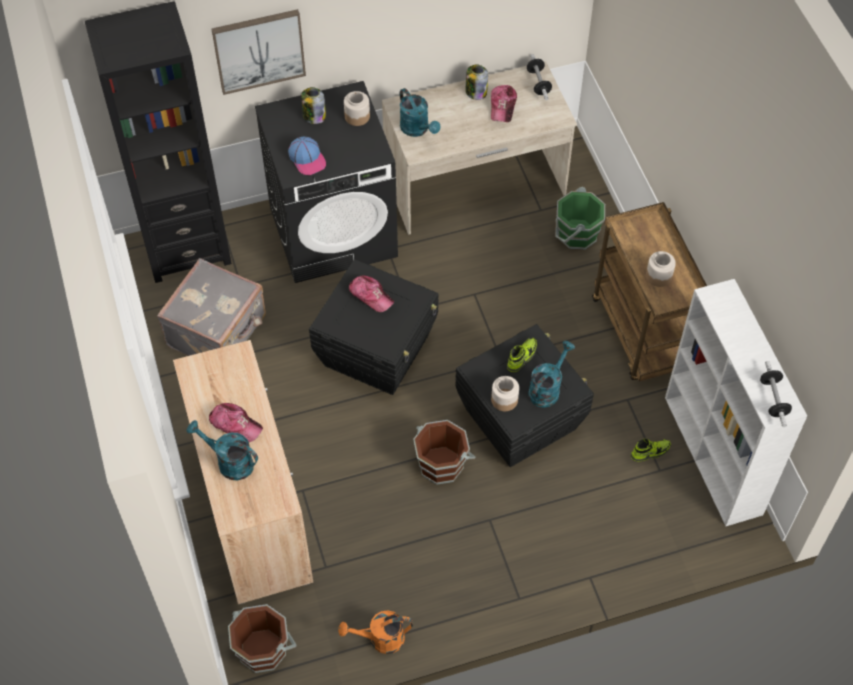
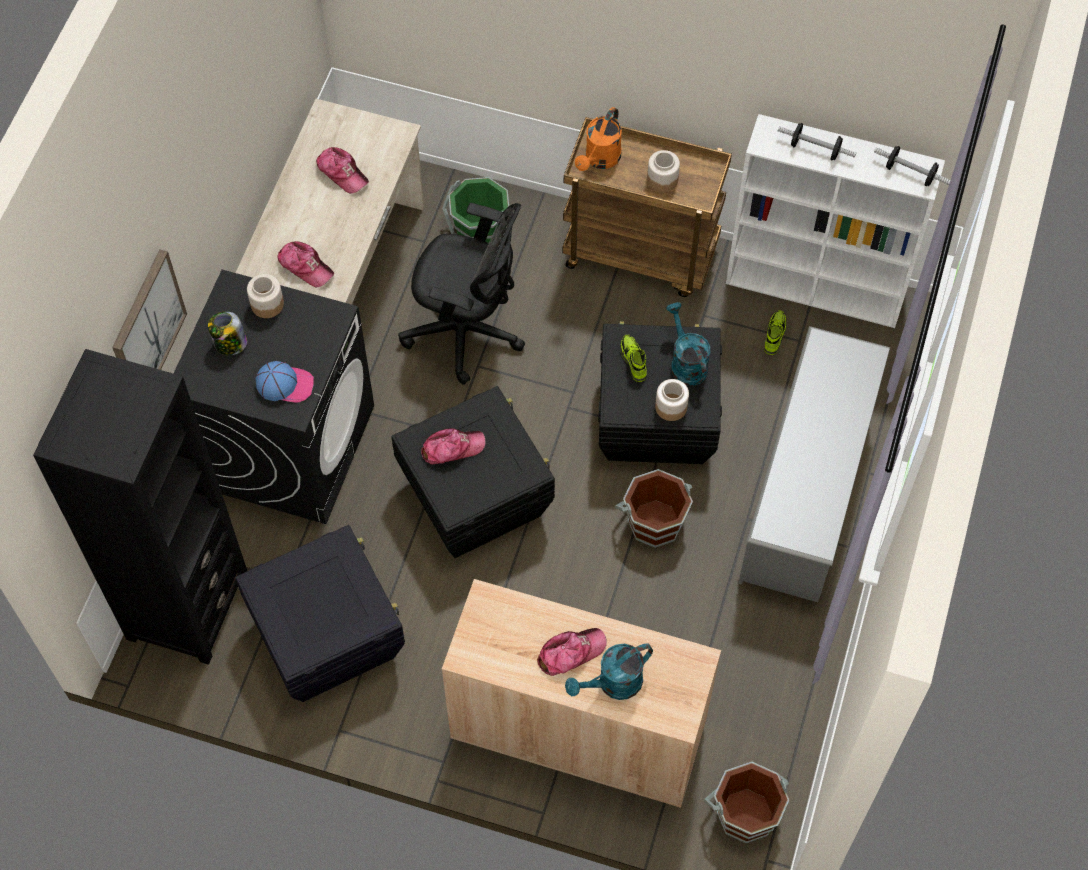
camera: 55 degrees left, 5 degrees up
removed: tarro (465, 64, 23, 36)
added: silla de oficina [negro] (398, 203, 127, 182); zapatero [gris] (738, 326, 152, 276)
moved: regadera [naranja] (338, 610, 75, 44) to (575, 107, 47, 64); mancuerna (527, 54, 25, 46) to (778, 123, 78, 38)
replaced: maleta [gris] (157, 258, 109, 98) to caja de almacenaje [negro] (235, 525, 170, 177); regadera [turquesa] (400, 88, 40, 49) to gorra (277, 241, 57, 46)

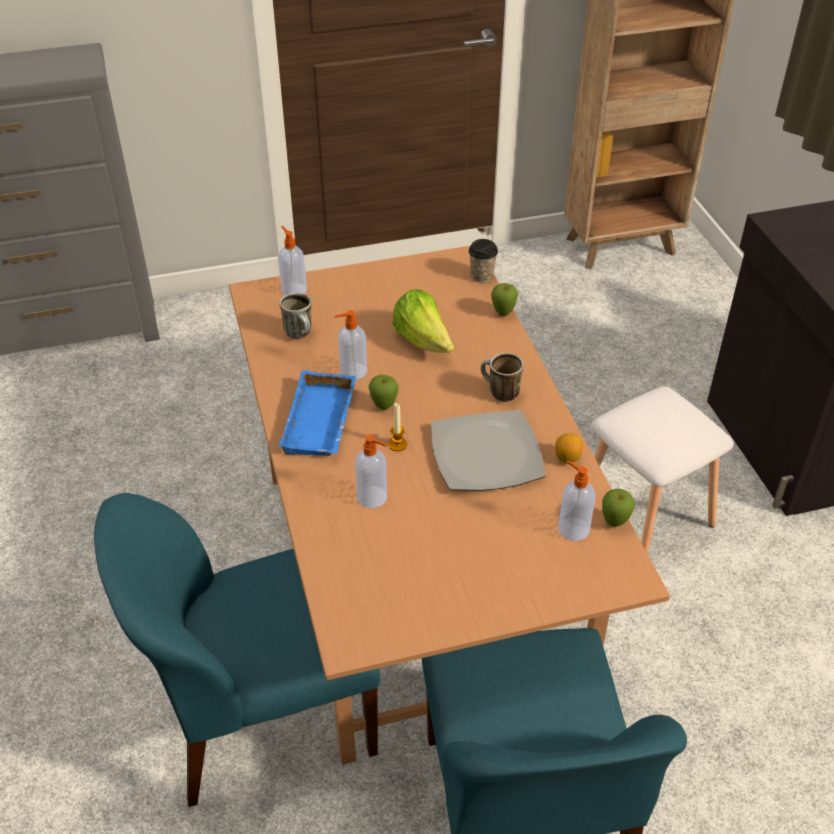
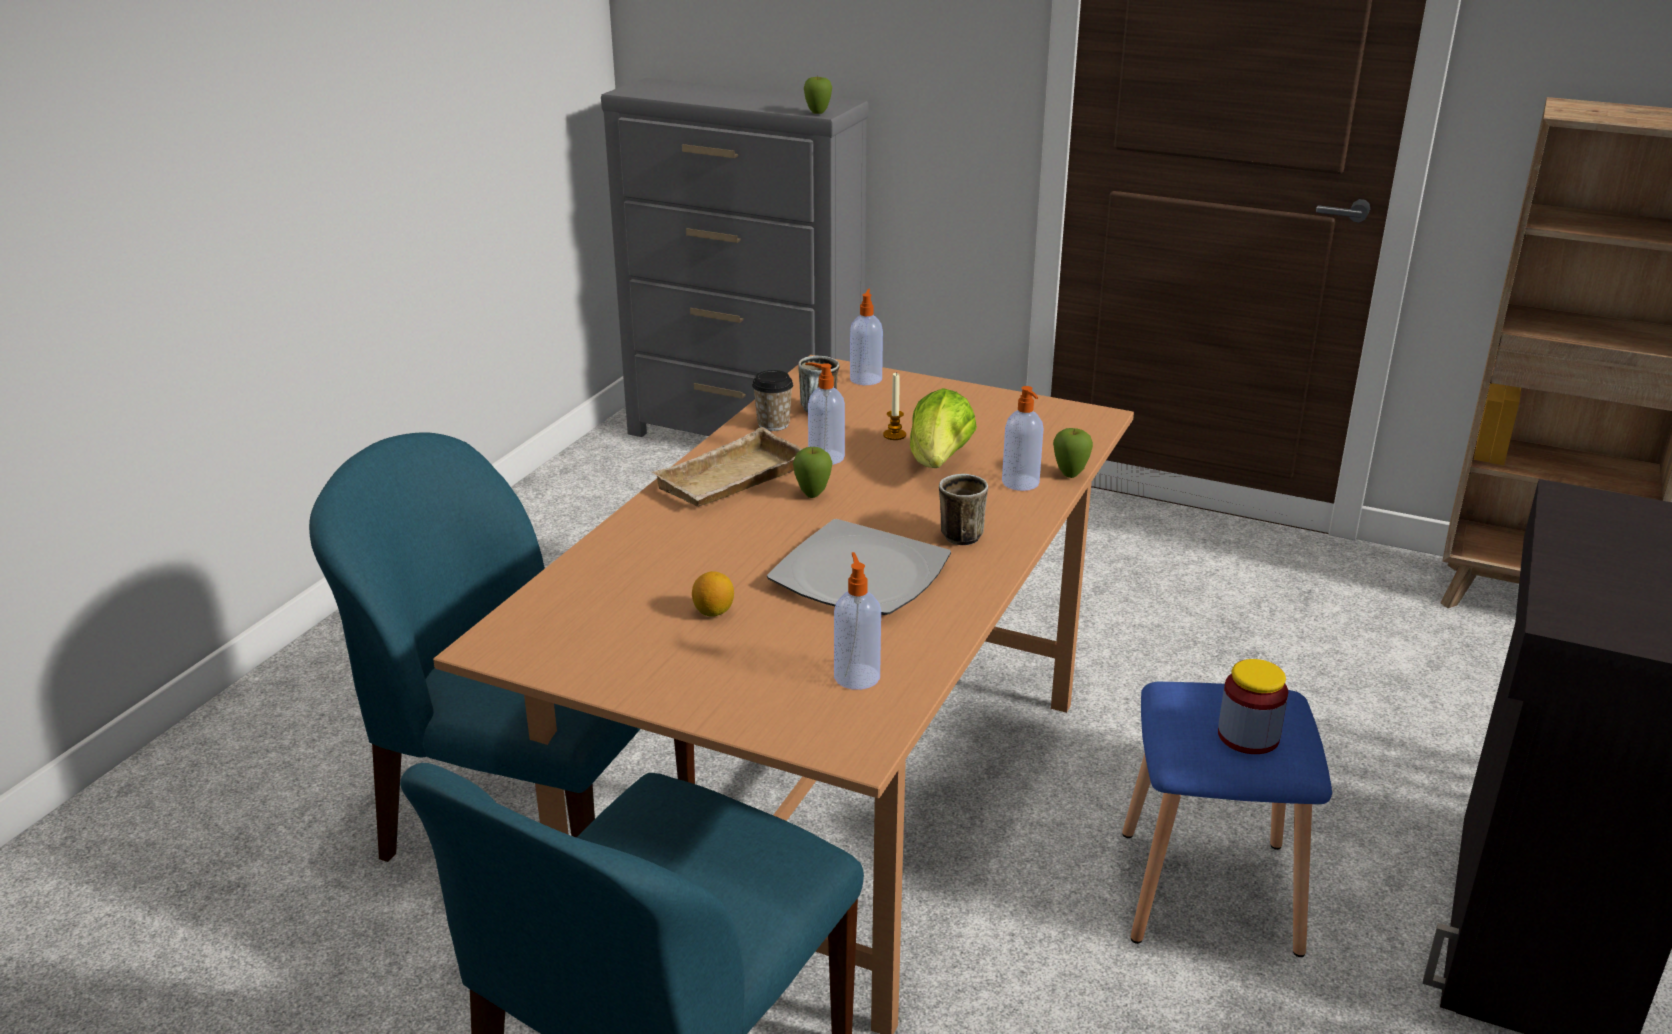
camera: 40 degrees right, 15 degrees down
added: tarro (1218, 659, 70, 95)
moved: limón (555, 433, 28, 30) to (692, 571, 42, 45); taza (469, 239, 29, 44) to (752, 370, 41, 61); manzana (602, 489, 33, 38) to (804, 76, 28, 38); vela (388, 403, 19, 48) to (883, 373, 23, 67); dispensador de jabón (355, 435, 32, 73) to (1002, 386, 42, 105)
recoloured: bandeja [azul] (278, 370, 78, 86) to bandeja [beis] (651, 427, 151, 80); taburete [blanco] (591, 386, 143, 168) to taburete [azul] (1122, 682, 210, 275)

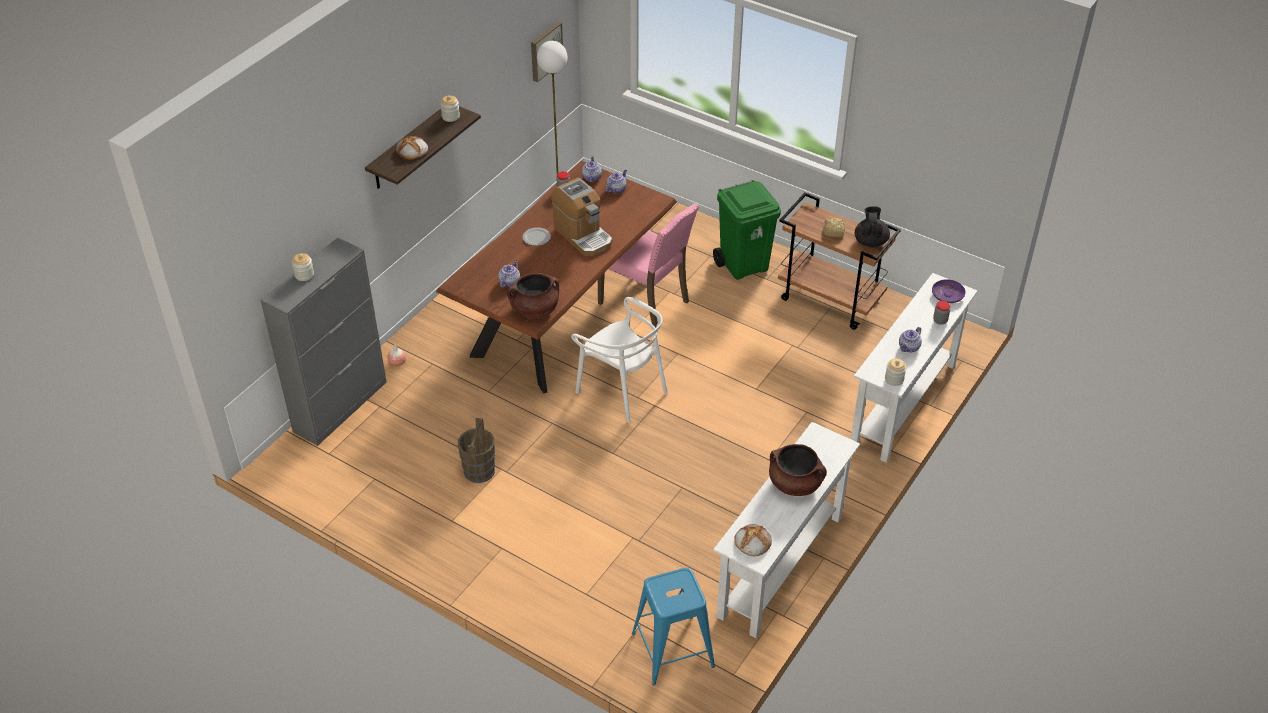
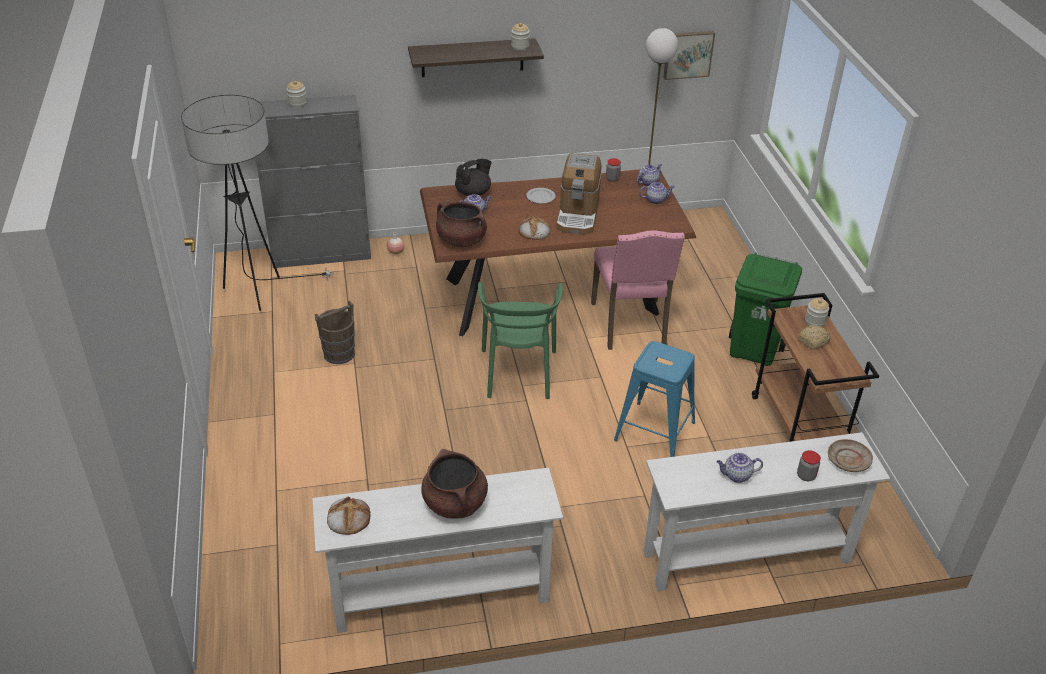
camera: 45 degrees right, 5 degrees down
added: lámpara de pie (181, 95, 153, 216)
moved: tetera [negro] (855, 206, 35, 41) to (455, 159, 37, 37); pan (395, 136, 33, 24) to (519, 216, 31, 24); taburete [azul] (632, 568, 83, 117) to (614, 341, 81, 116); tarro (885, 358, 21, 28) to (805, 298, 24, 29)
recoloured: silla [blanco] (571, 297, 97, 126) to silla [verde] (478, 282, 85, 117); plato [morado] (932, 279, 33, 24) to plato [beis] (828, 439, 45, 33)

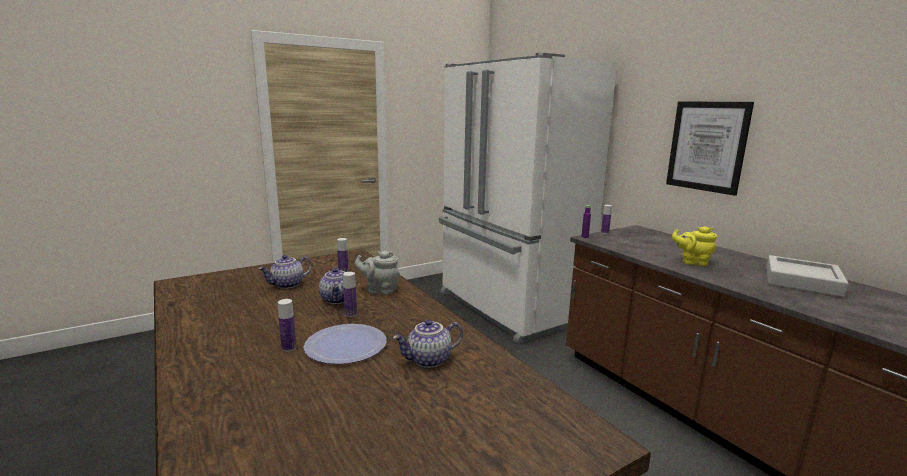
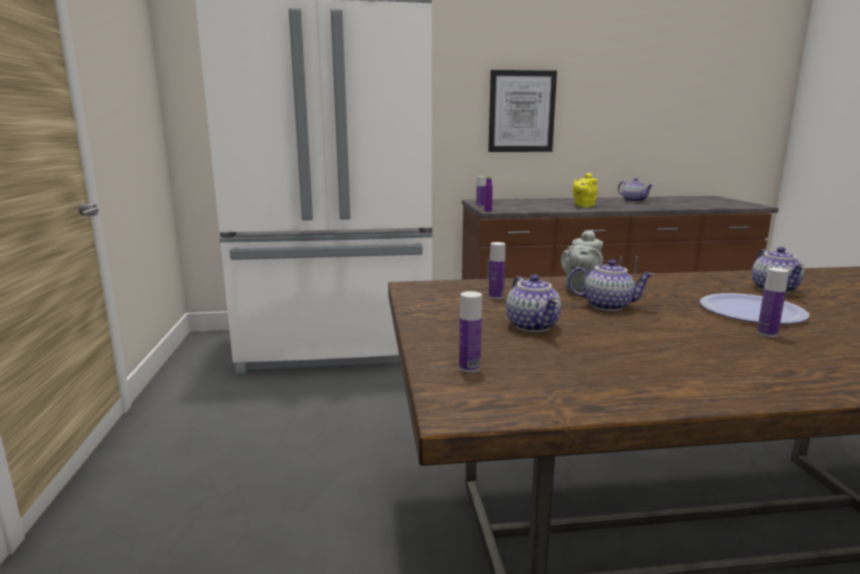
camera: 65 degrees left, 0 degrees up
moved: botella (343, 272, 14, 45) to (459, 291, 23, 82)
replaced: bandeja [gris] (766, 255, 83, 42) to tetera (618, 178, 35, 24)

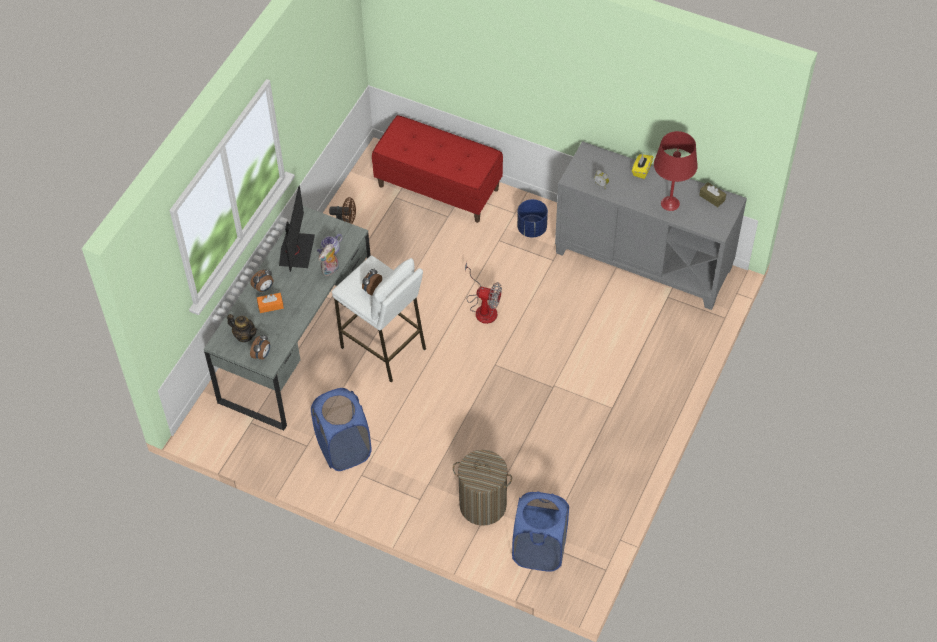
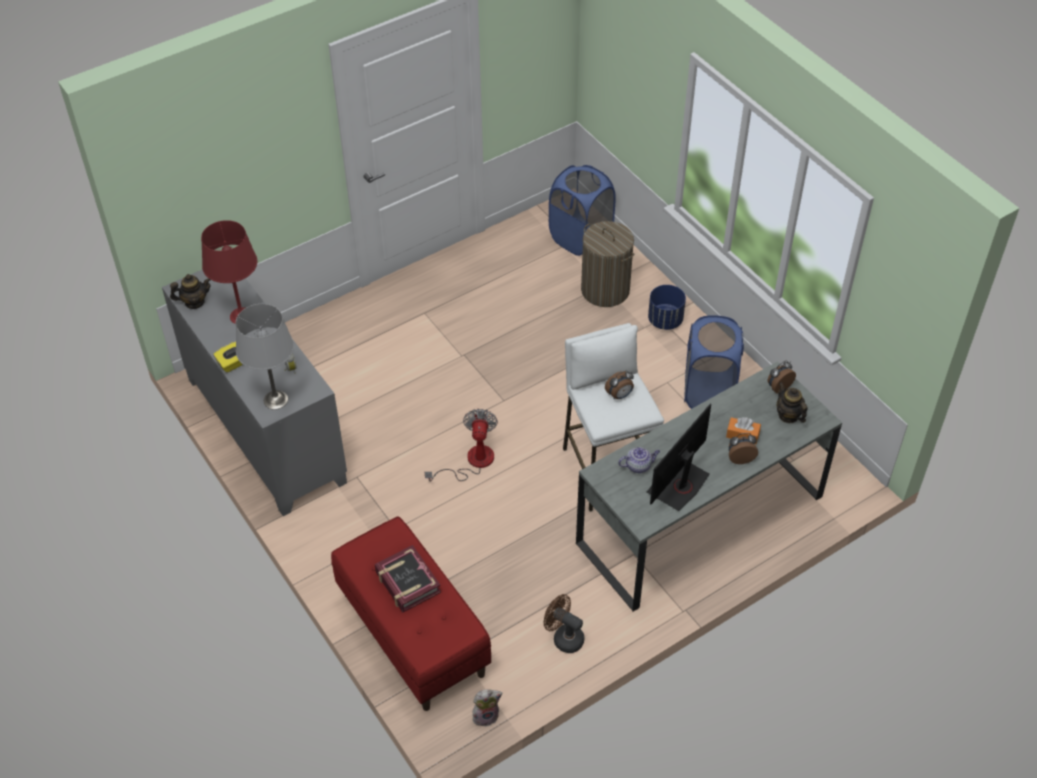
camera: 150 degrees left, 5 degrees down
added: lámpara de mesa [gris] (236, 304, 58, 106); libro (375, 545, 66, 68)
moved: peluche (318, 244, 21, 32) to (473, 689, 30, 38); maceta [azul] (517, 199, 31, 39) to (648, 285, 38, 45)
replaced: caja de pañuelos [marrón] (699, 182, 27, 25) to tetera (170, 274, 41, 35)
turned: ventilador (465, 262, 37, 62) = (425, 409, 73, 73) 45 degrees clockwise

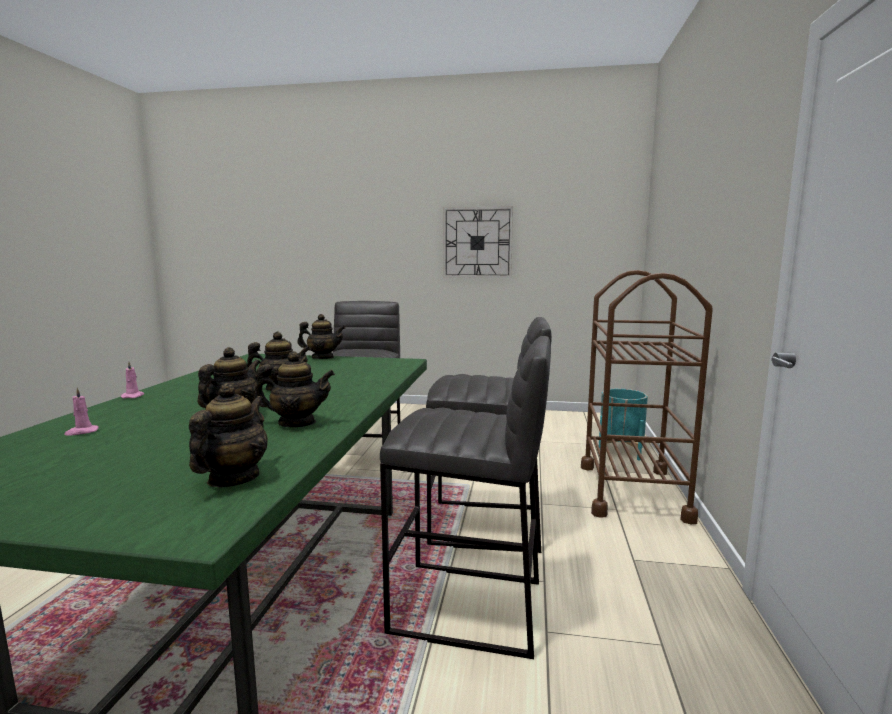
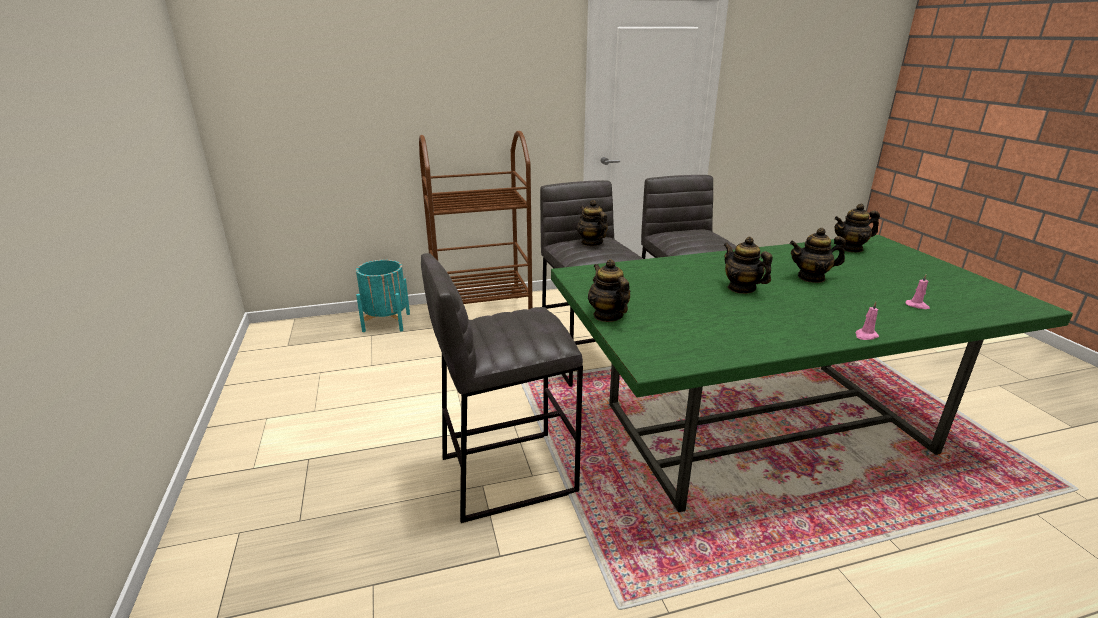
camera: 115 degrees left, 15 degrees up
removed: reloj de pared (443, 206, 70, 72)
moved: tetera (254, 351, 81, 76) to (577, 200, 31, 46)

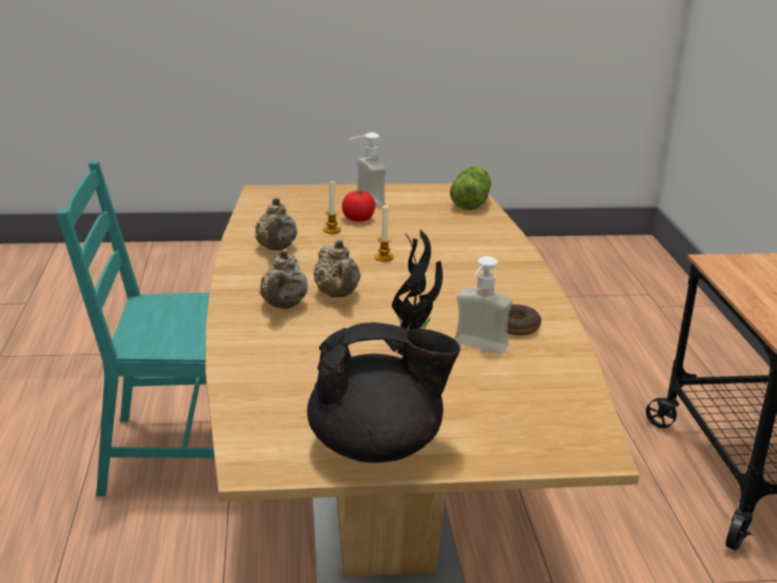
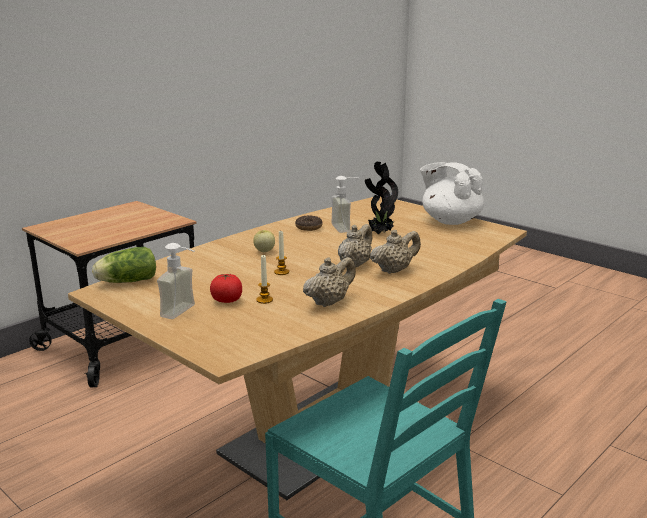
camera: 130 degrees left, 5 degrees down
added: manzana (253, 230, 22, 22)
recoloured: tetera [negro] (307, 322, 154, 141) to tetera [blanco] (420, 162, 64, 63)

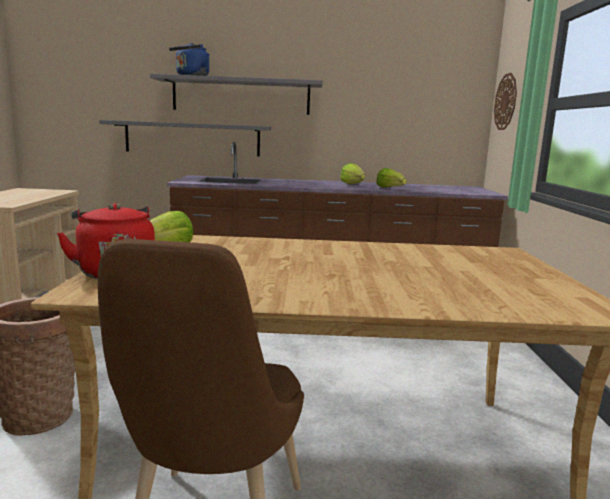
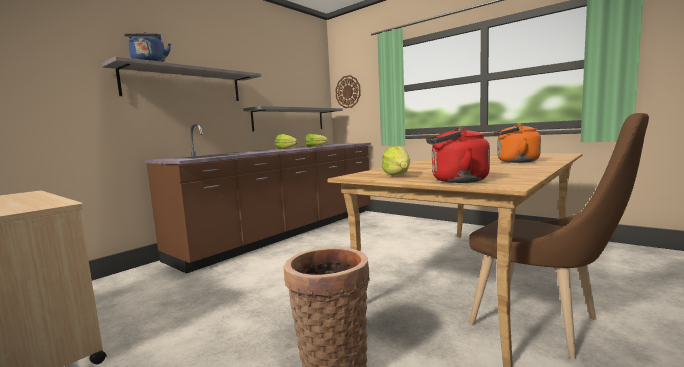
camera: 50 degrees left, 5 degrees down
added: hervidor [naranja] (493, 124, 48, 39)
moved: estante [gris] (99, 120, 172, 37) to (243, 106, 100, 25)

